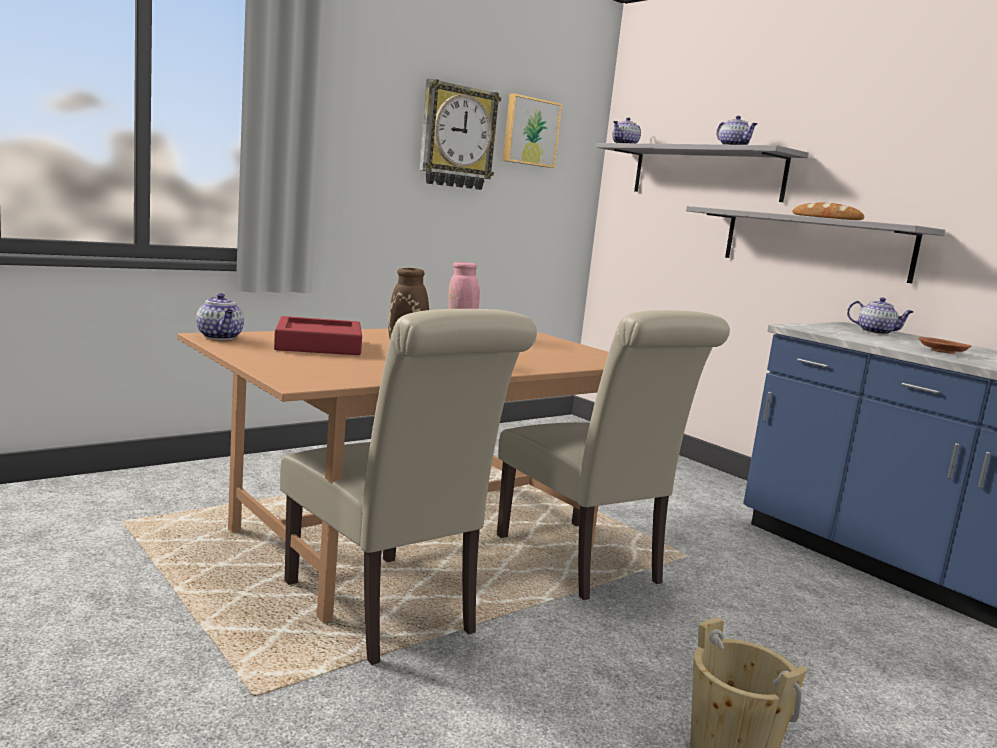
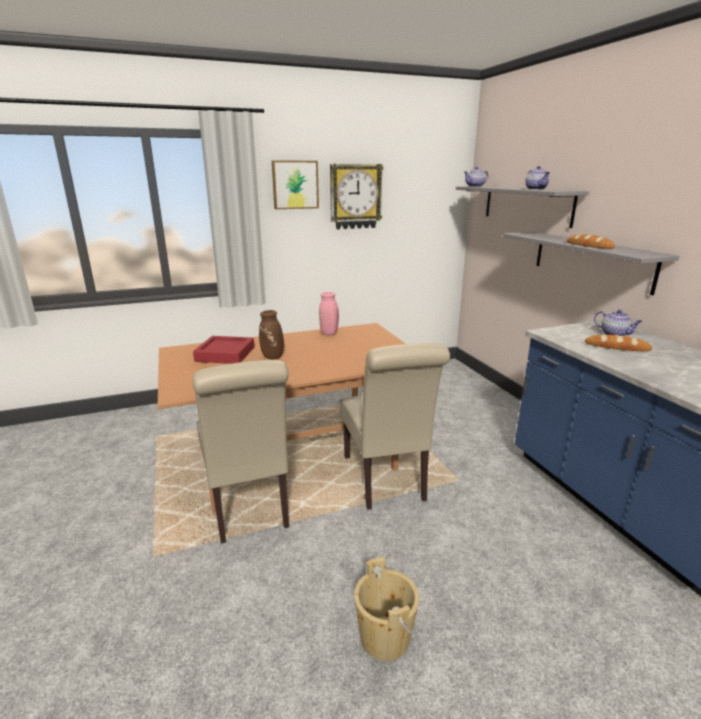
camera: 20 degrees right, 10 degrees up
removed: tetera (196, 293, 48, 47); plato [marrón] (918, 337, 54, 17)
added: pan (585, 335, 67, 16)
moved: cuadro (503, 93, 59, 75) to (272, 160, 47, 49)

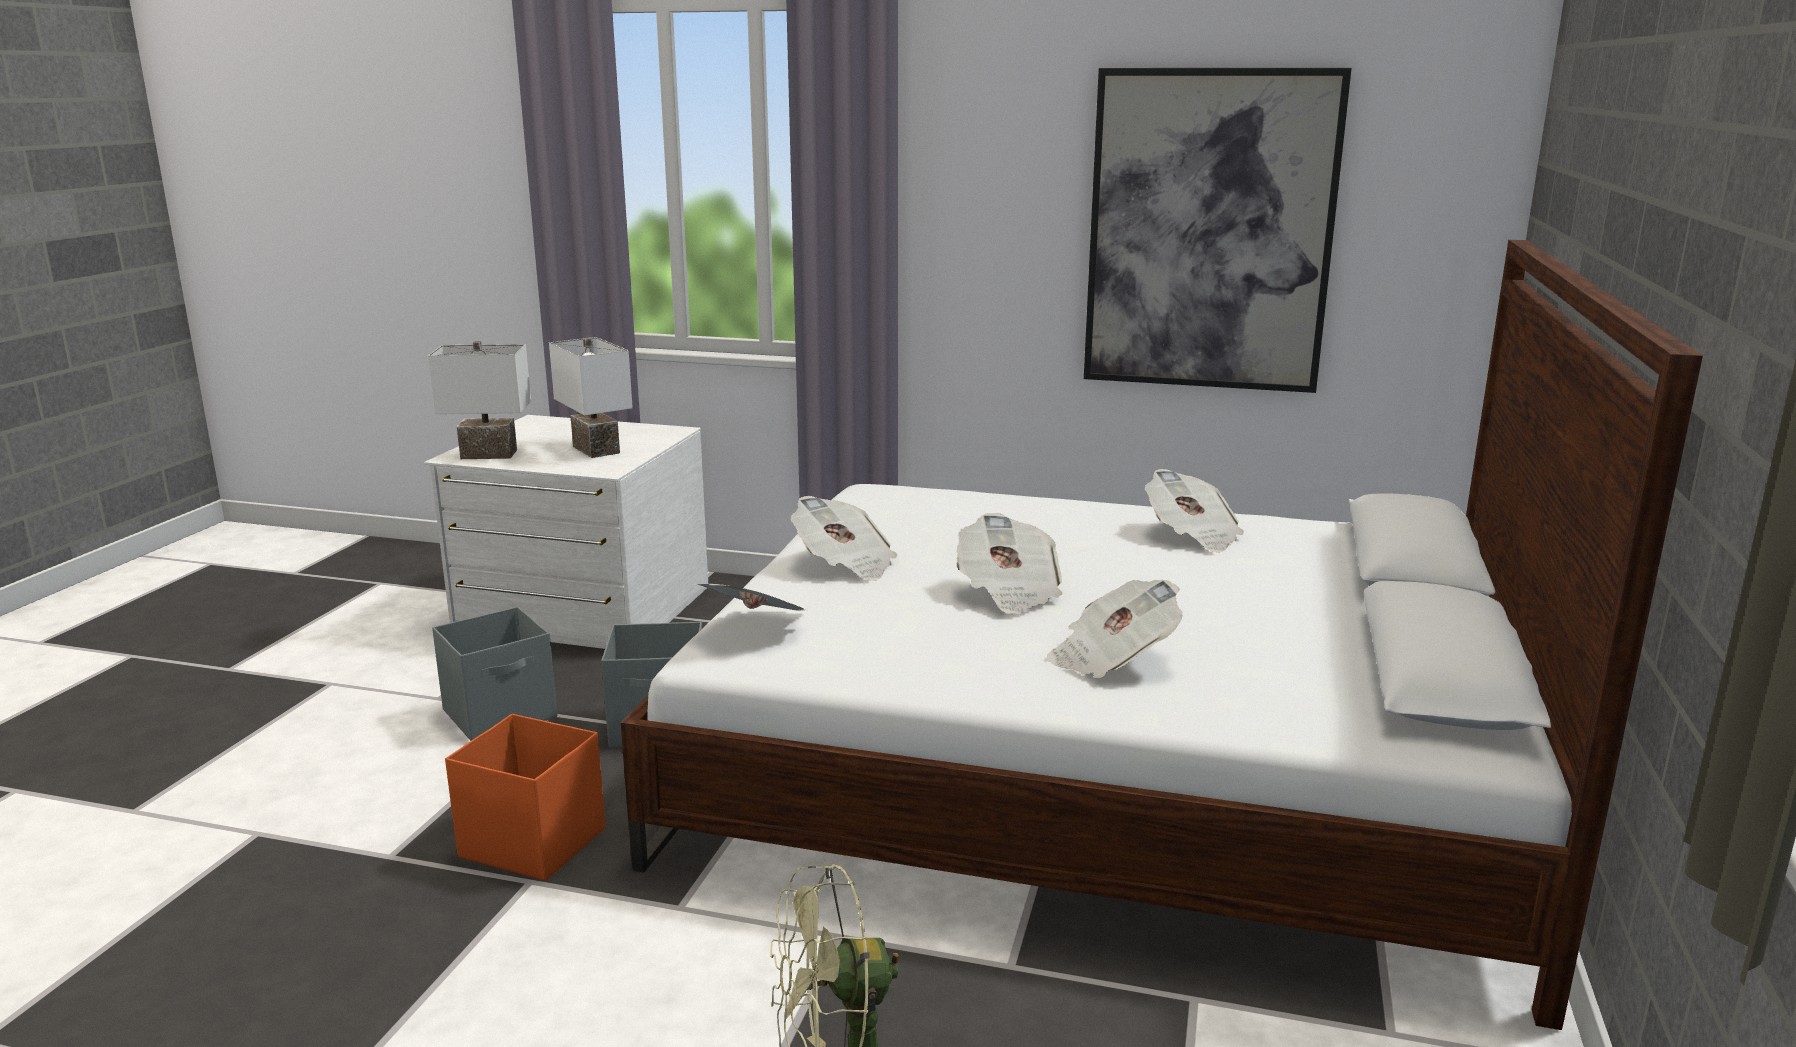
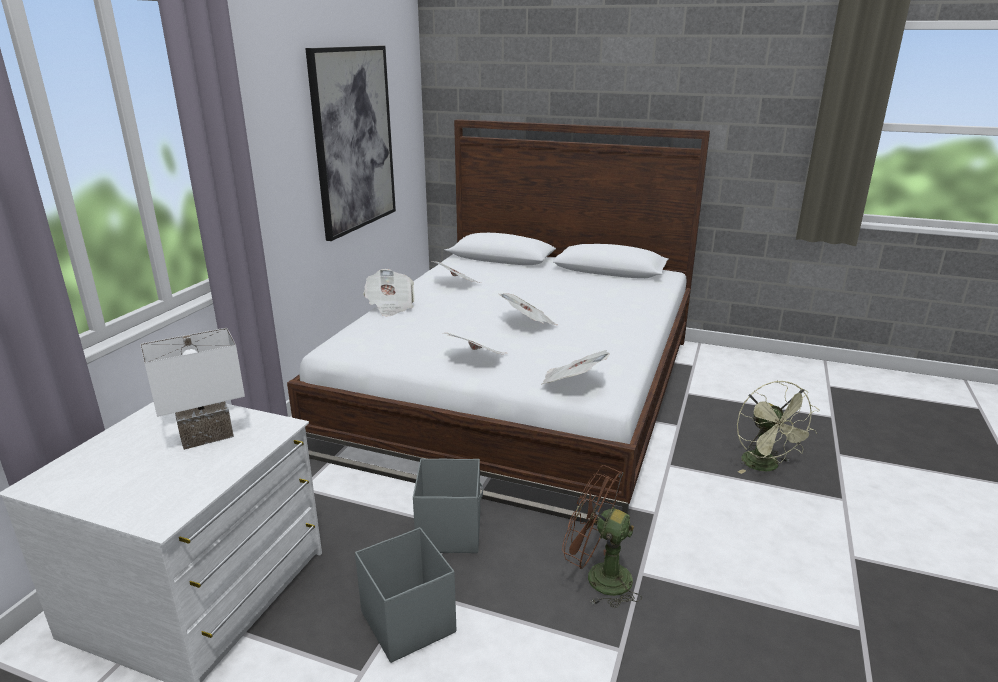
camera: 85 degrees left, 5 degrees up
removed: lámpara de mesa [blanco] (428, 341, 103, 118)
moved: periódico (1047, 580, 136, 98) to (363, 269, 52, 48)
replaced: caja de almacenaje [naranja] (445, 714, 161, 167) to ventilador [marrón] (562, 465, 80, 143)

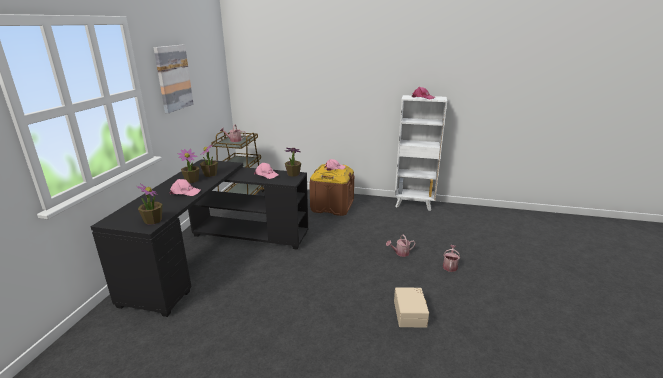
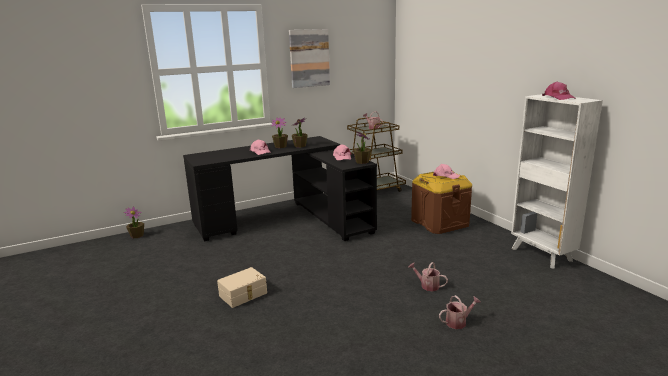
camera: 50 degrees right, 5 degrees down
moved: planta en maceta (137, 183, 25, 42) to (124, 207, 20, 31); caja de almacenaje [beis] (394, 287, 35, 41) to (217, 267, 50, 41)

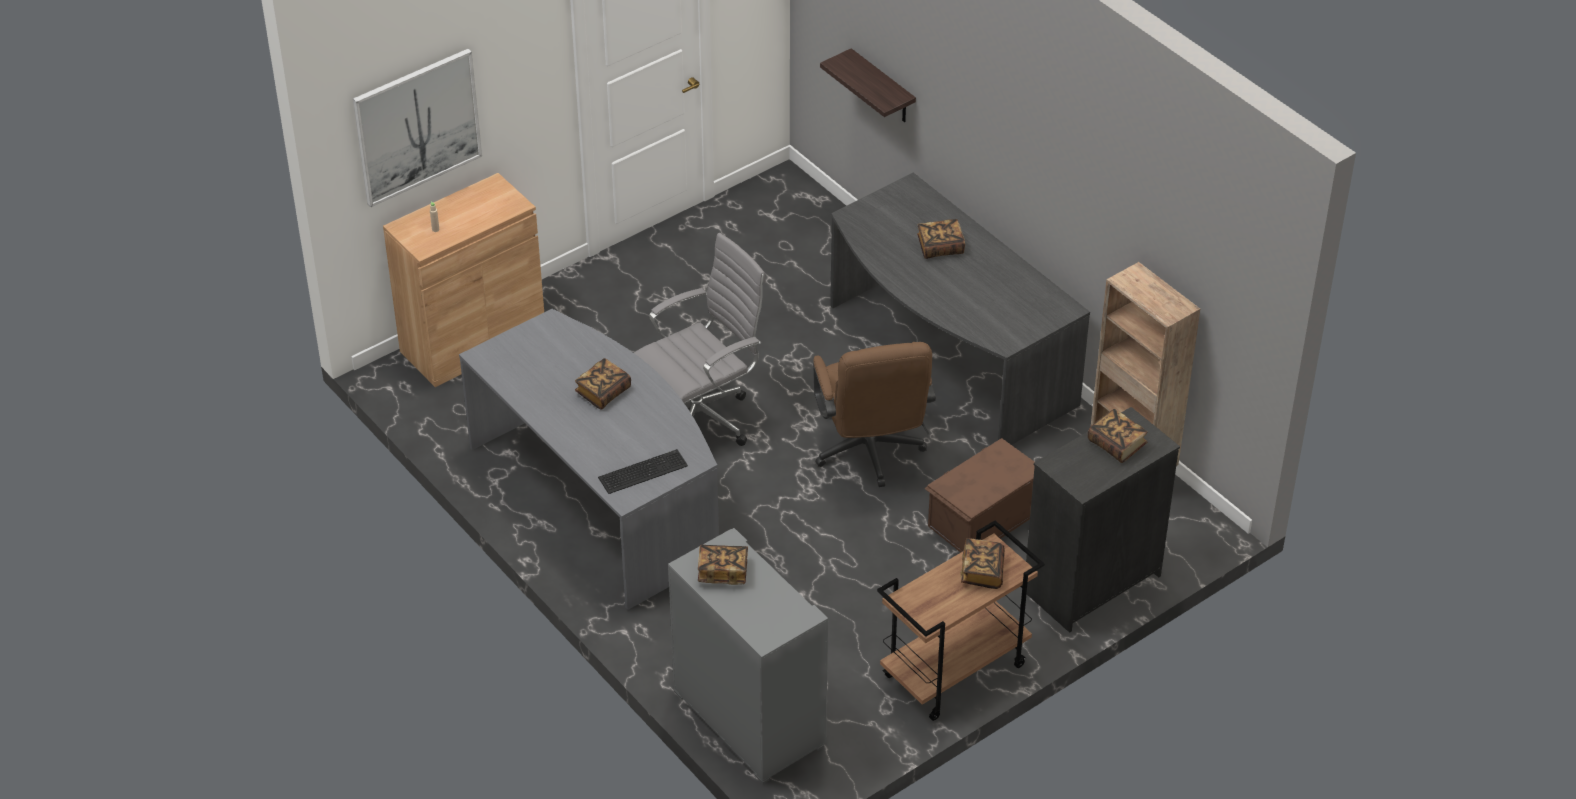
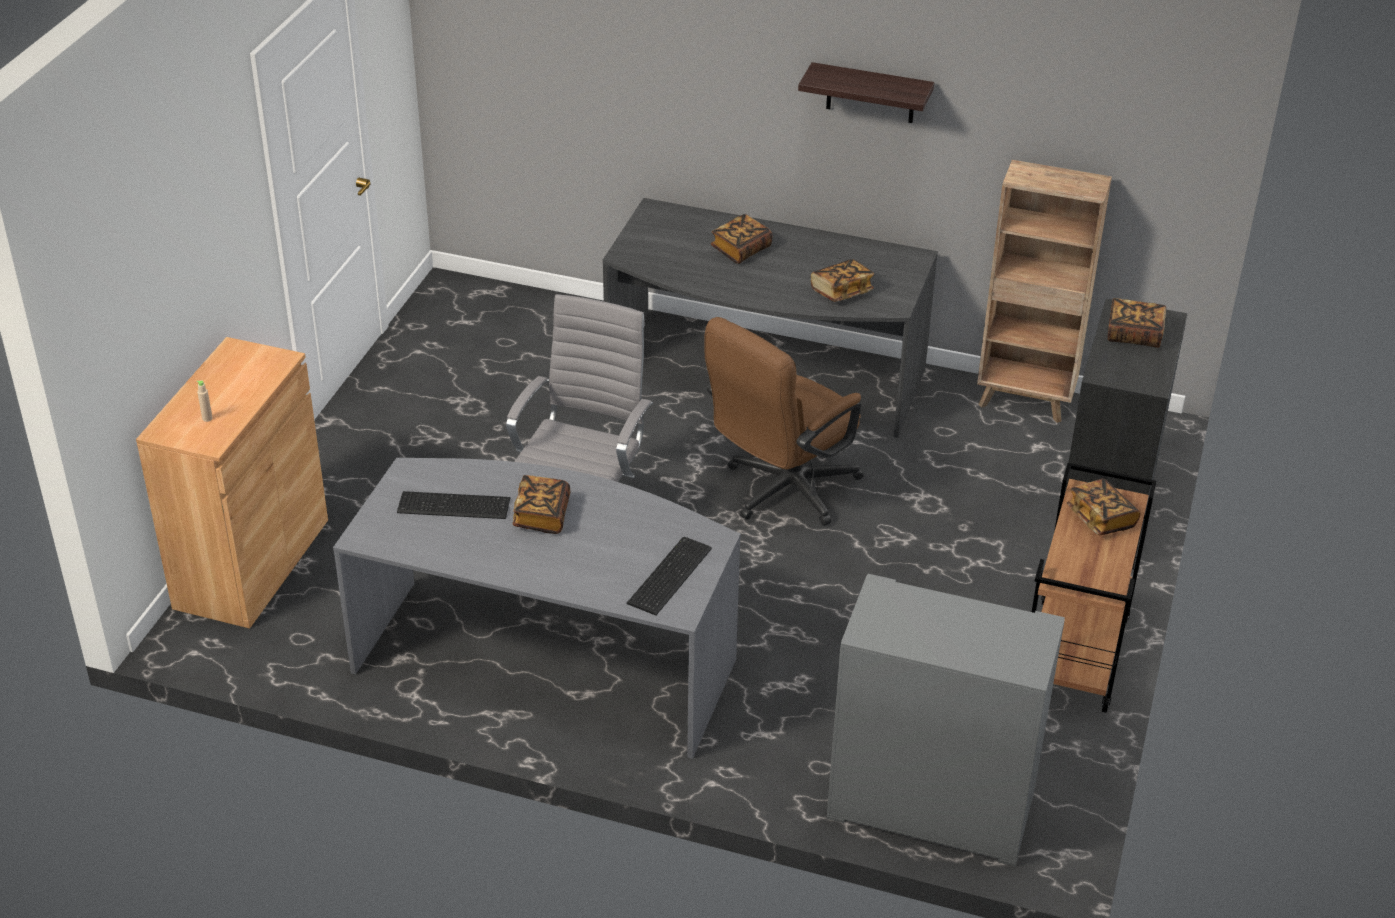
camera: 35 degrees left, 5 degrees down
removed: cuadro (353, 49, 129, 158); caja de almacenaje [marrón] (924, 438, 111, 115)
added: teclado (397, 491, 113, 28)
moved: estante (820, 48, 96, 74) to (798, 62, 136, 61); libro (698, 545, 50, 40) to (811, 259, 63, 43)
turned: silla de oficina [marrón] (813, 342, 123, 145) = (704, 317, 159, 209) 90 degrees clockwise

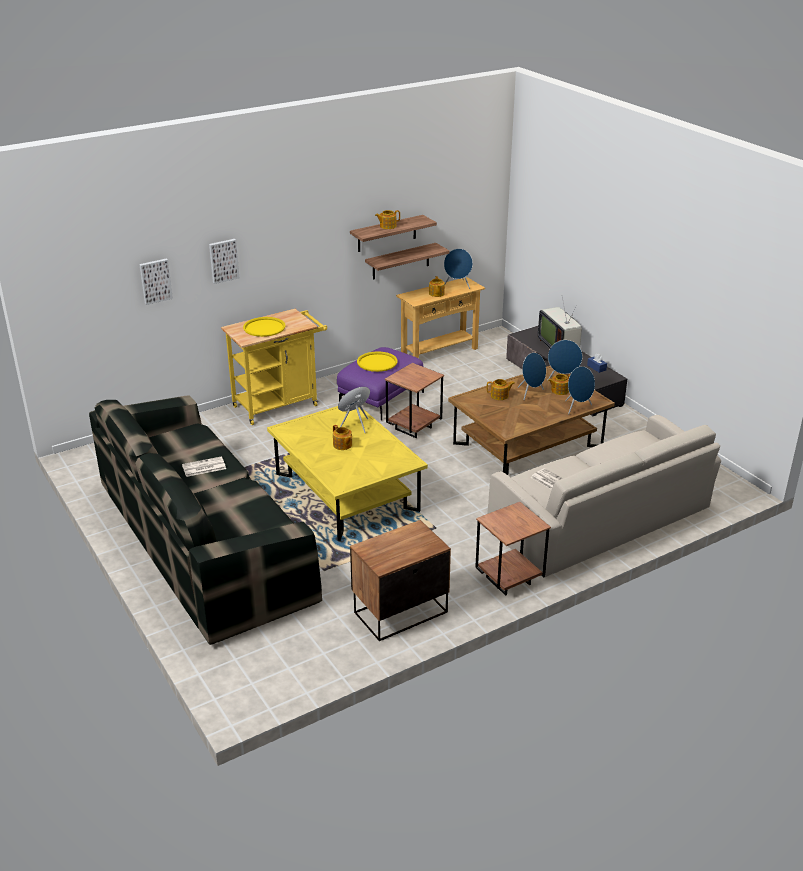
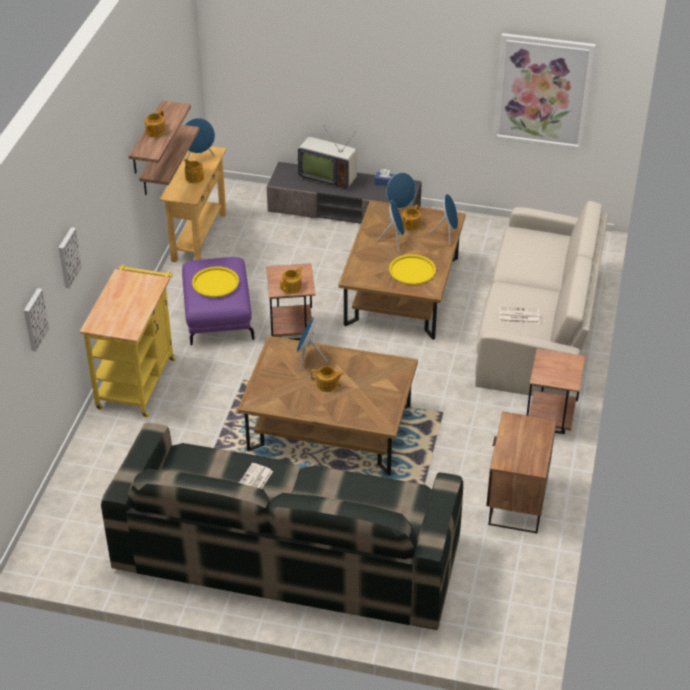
camera: 45 degrees left, 10 degrees up
added: cuadro (493, 33, 103, 117)
moved: tetera (487, 379, 28, 21) to (280, 267, 23, 27); bandeja [amarillo] (243, 317, 43, 20) to (389, 254, 47, 31)
recoloured: mesa de centro [amarillo] (267, 406, 161, 135) to mesa de centro [marrón] (237, 336, 181, 140)

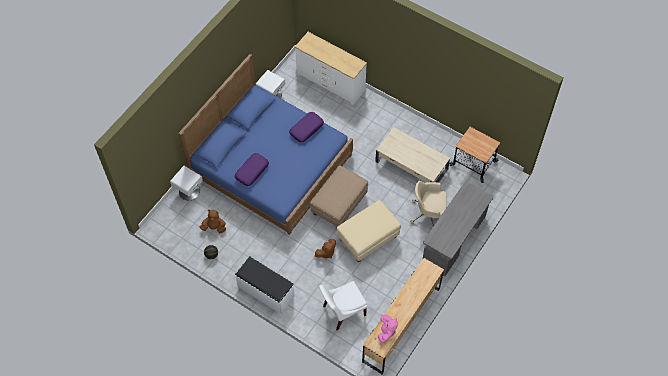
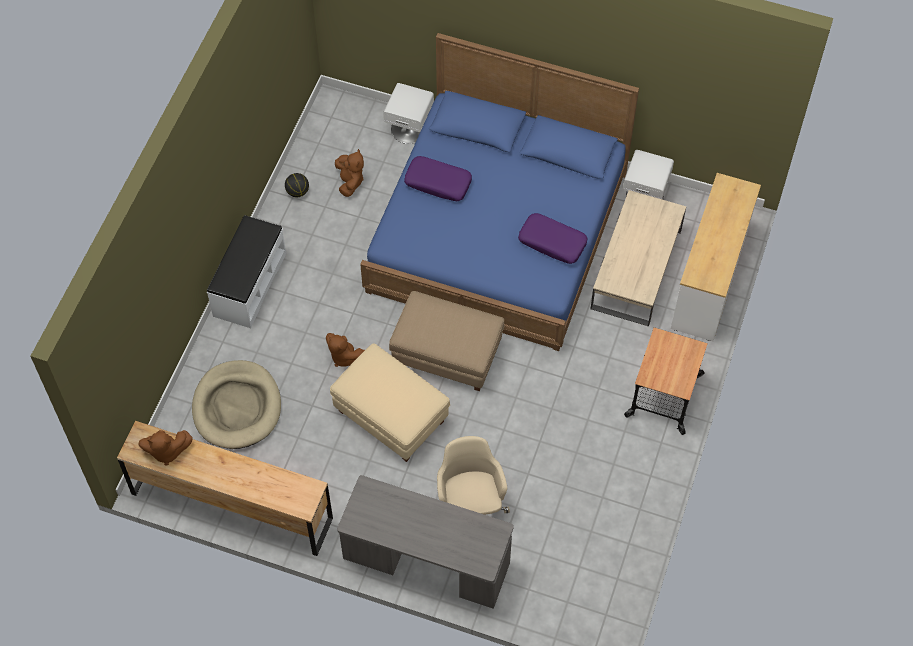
camera: 75 degrees right, 0 degrees up
moved: mesa de centro [beis] (375, 127, 75, 56) to (590, 190, 96, 137); carrito (450, 127, 50, 56) to (624, 327, 84, 108)
replaced: silla [blanco] (319, 281, 48, 49) to cama para perro [beis] (192, 360, 89, 89)
recoloured: peluche [rosa] (378, 314, 20, 29) to peluche [marrón] (138, 430, 55, 36)

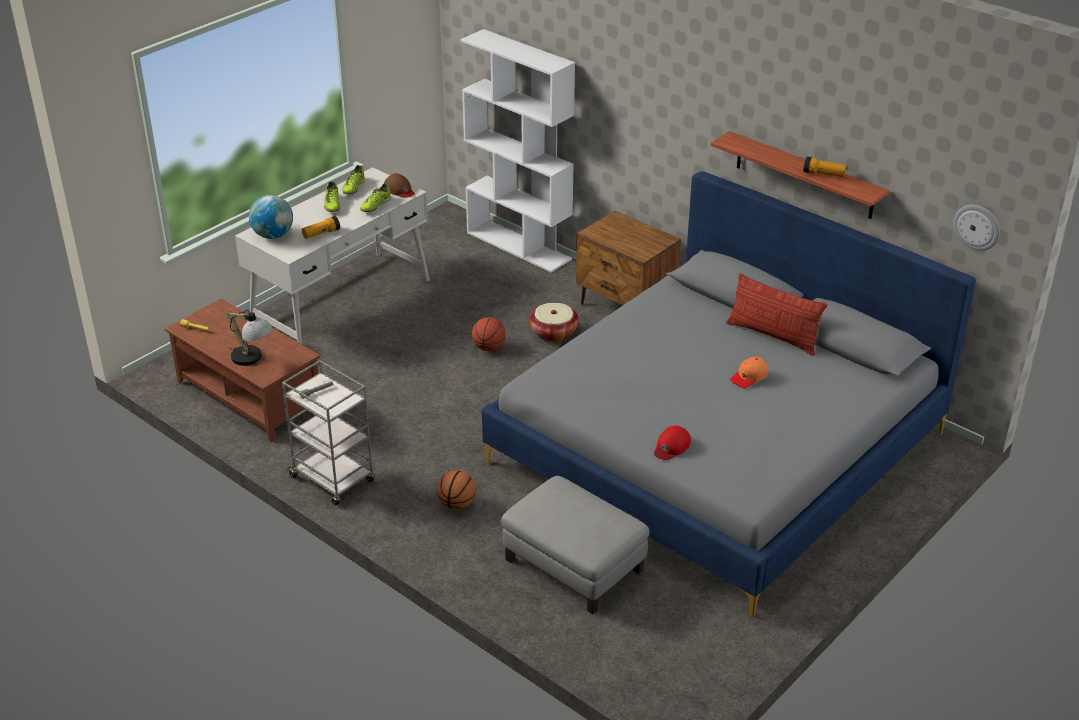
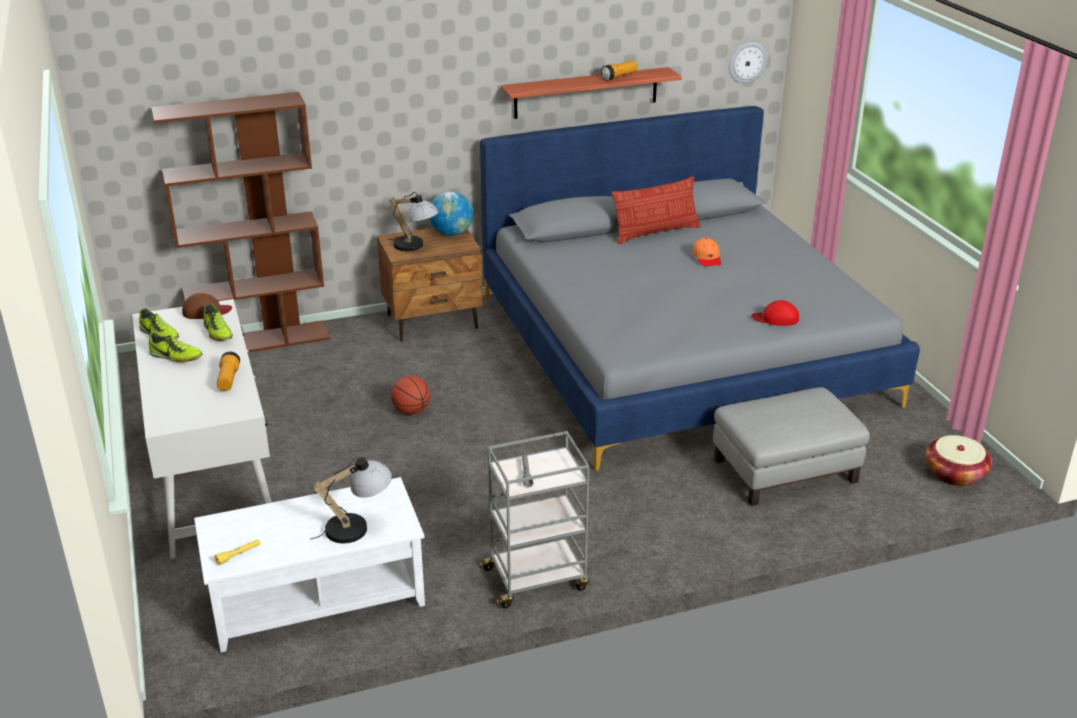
camera: 60 degrees left, 5 degrees down
removed: balón de baloncesto (437, 471, 39, 39)
added: lámpara de mesa (389, 192, 50, 60)
moved: globo terráqueo (249, 195, 44, 44) to (429, 191, 44, 45); cesta (529, 303, 50, 39) to (926, 435, 66, 51)
recoloured: estantería [blanco] (460, 29, 115, 244) to estantería [marrón] (151, 92, 179, 260); mesa de centro [marrón] (164, 298, 156, 144) to mesa de centro [blanco] (194, 477, 231, 175)
turned: gorra [rojo] (654, 426, 37, 34) = (751, 300, 48, 26) 120 degrees clockwise

